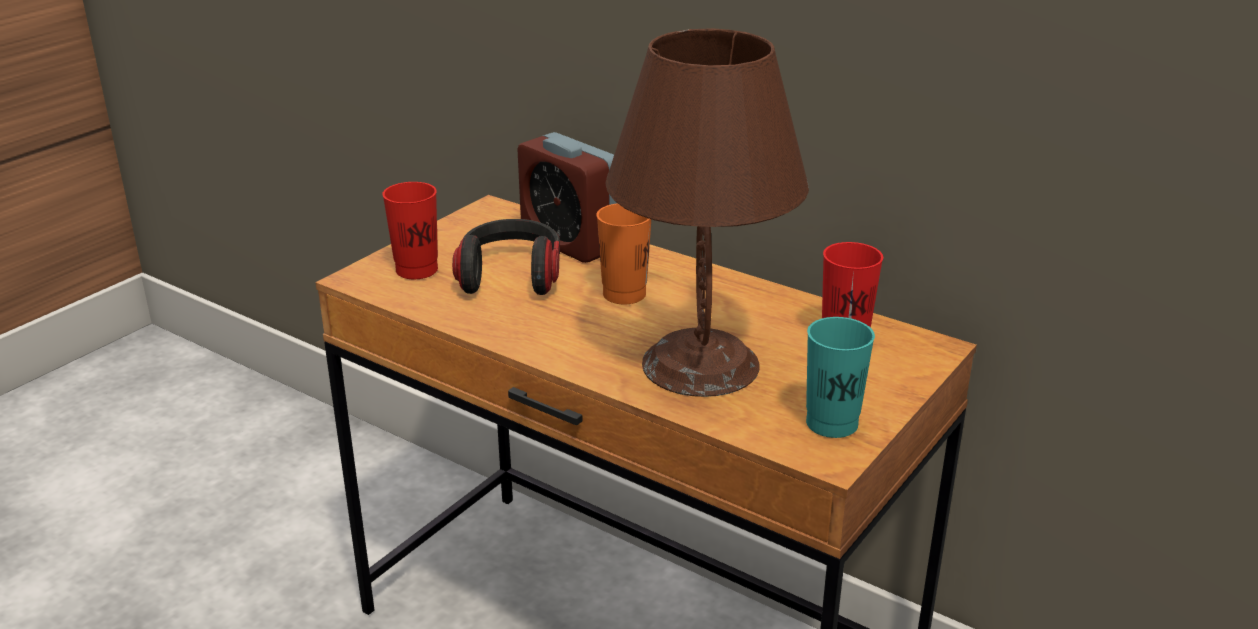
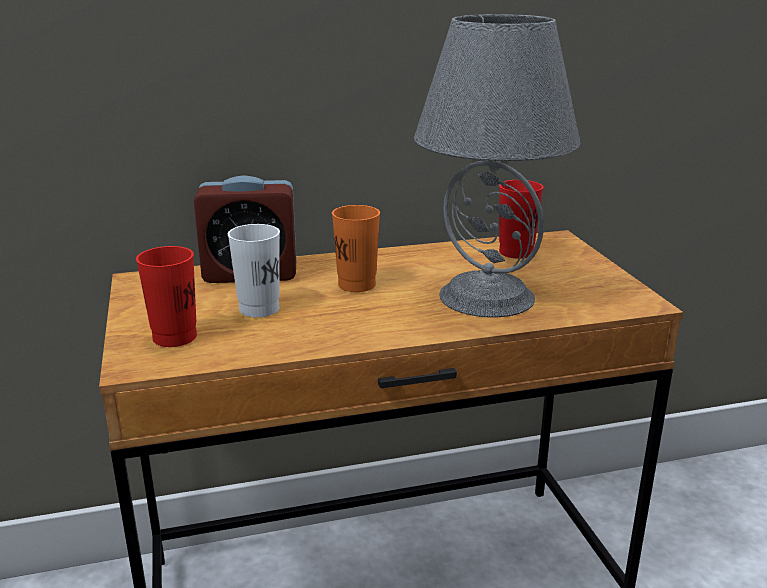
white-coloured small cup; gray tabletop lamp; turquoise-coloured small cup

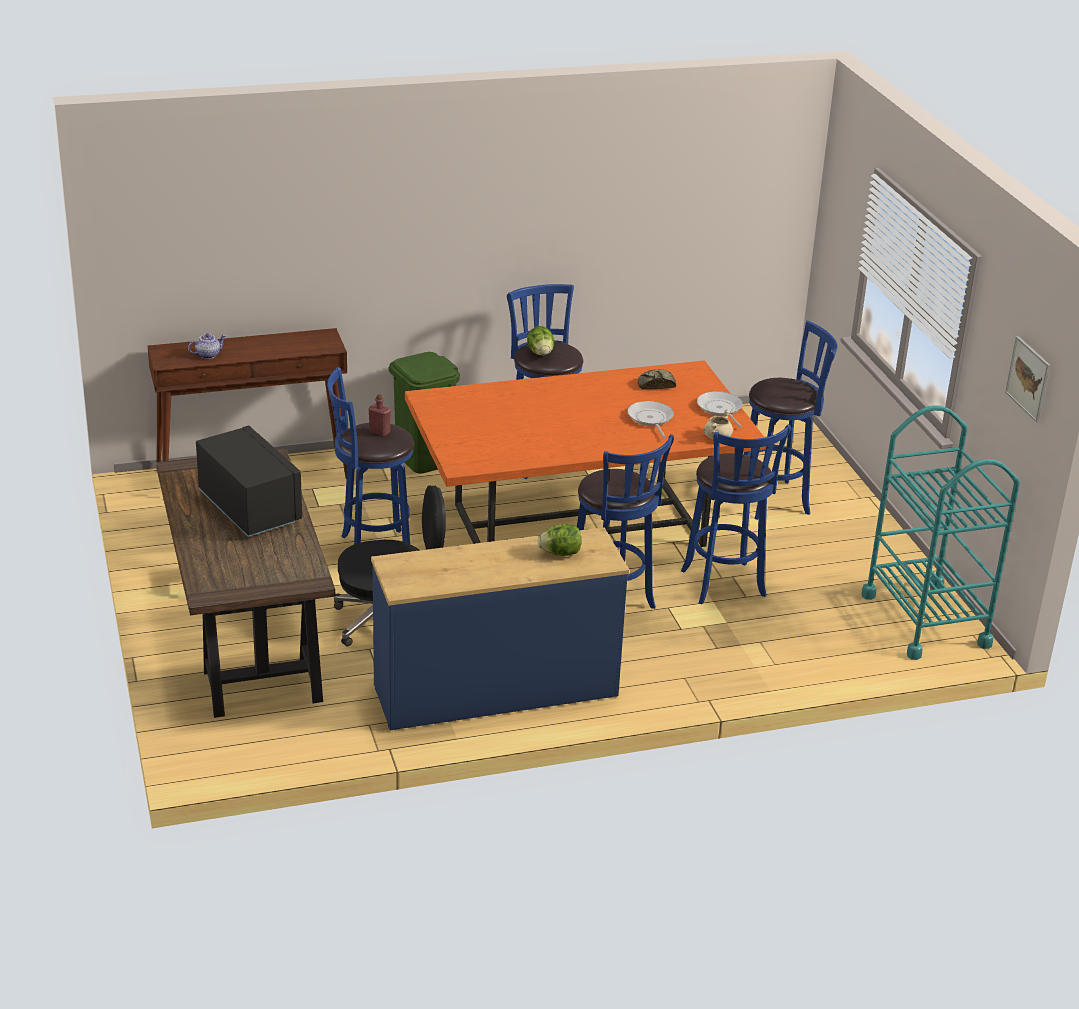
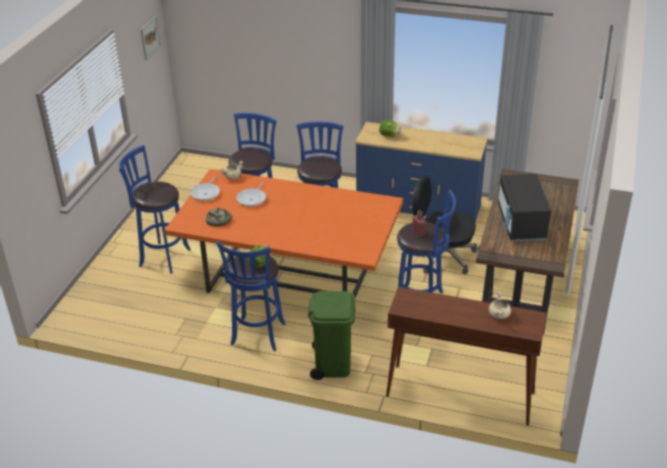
sand-coloured stockpot (2nd from left); turquoise-coloured wheeled cart

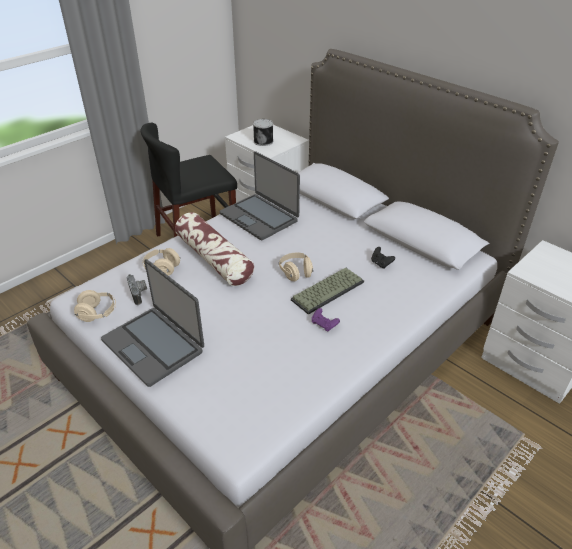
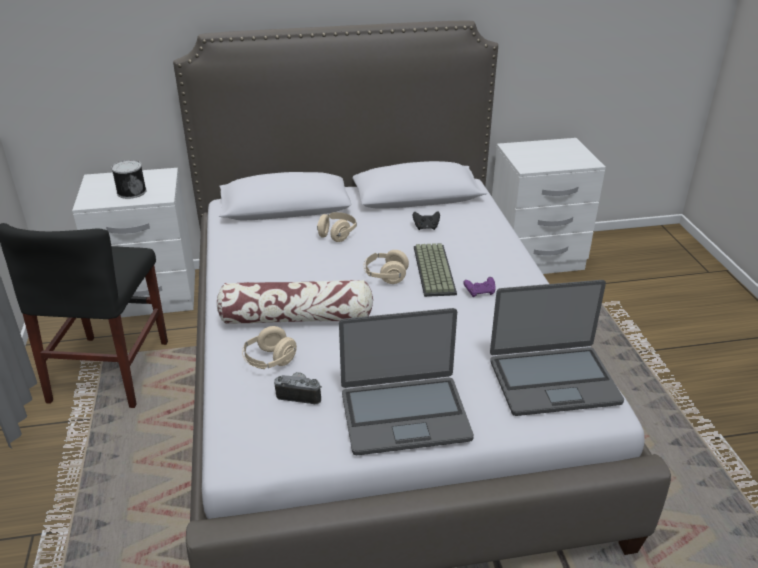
sand-coloured headphones (2nd from left); laptop (2nd from left)

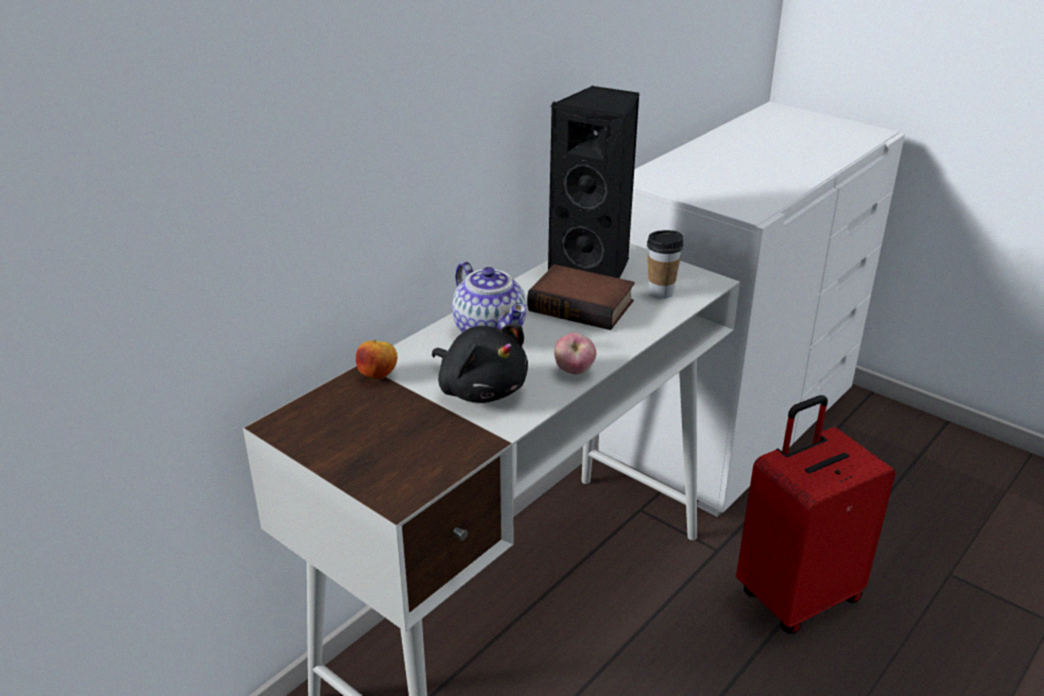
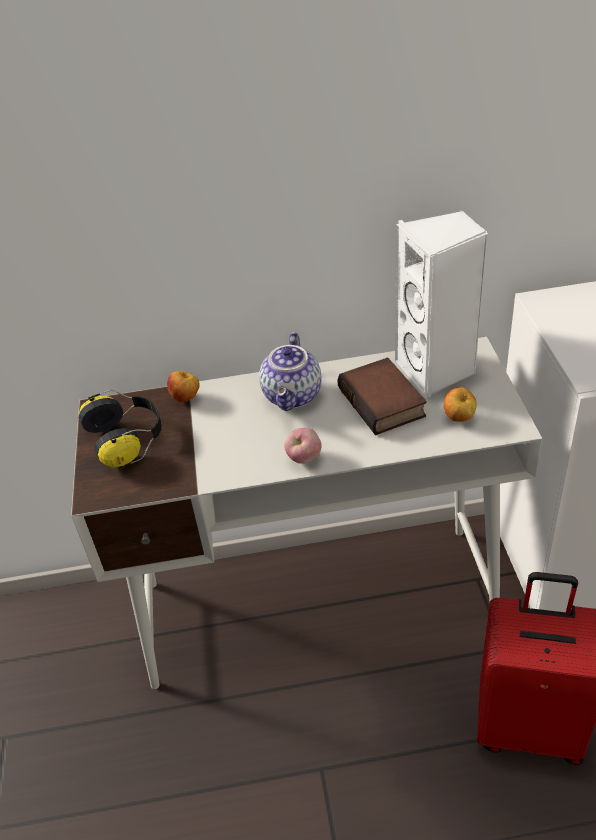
headphones; white-coloured speaker; apple (3rd from left); black-coloured cuddly toy

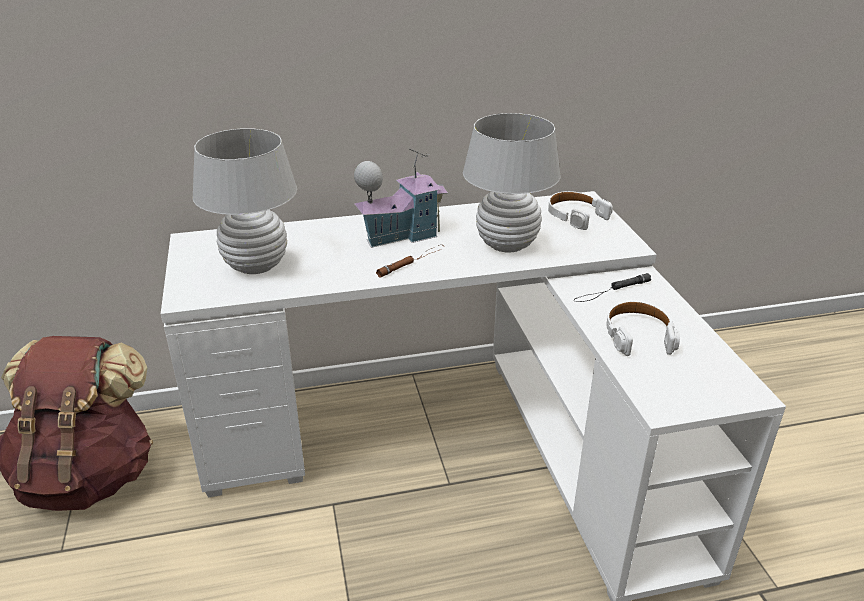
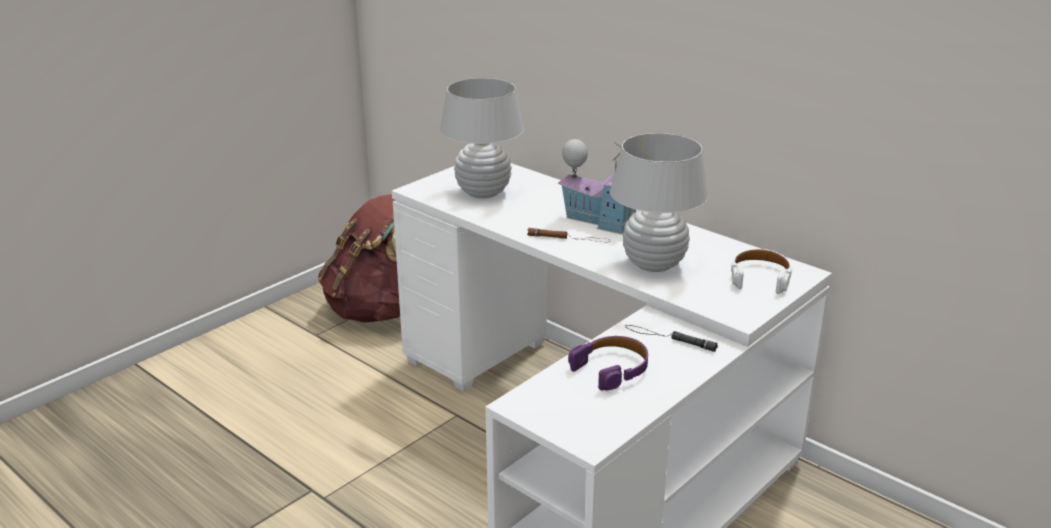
purple headphones

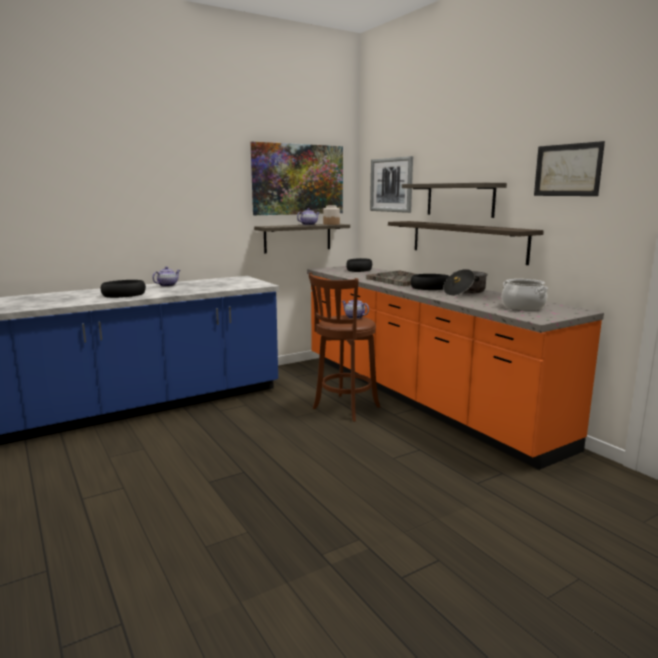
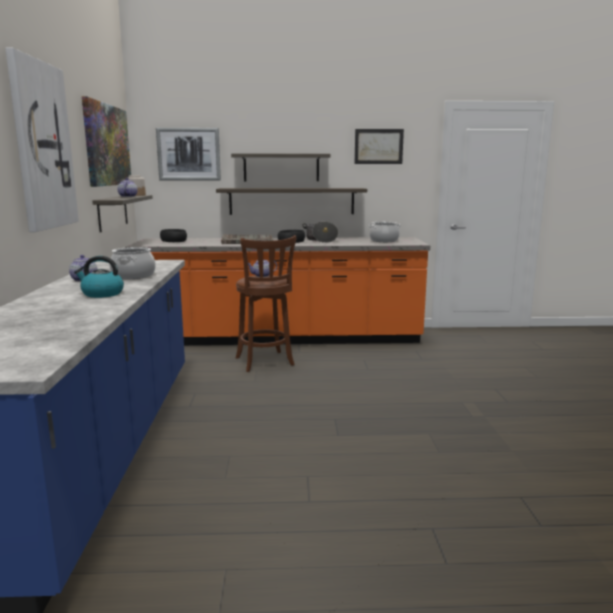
picture (1st from left); tea kettle; stockpot (1st from left)

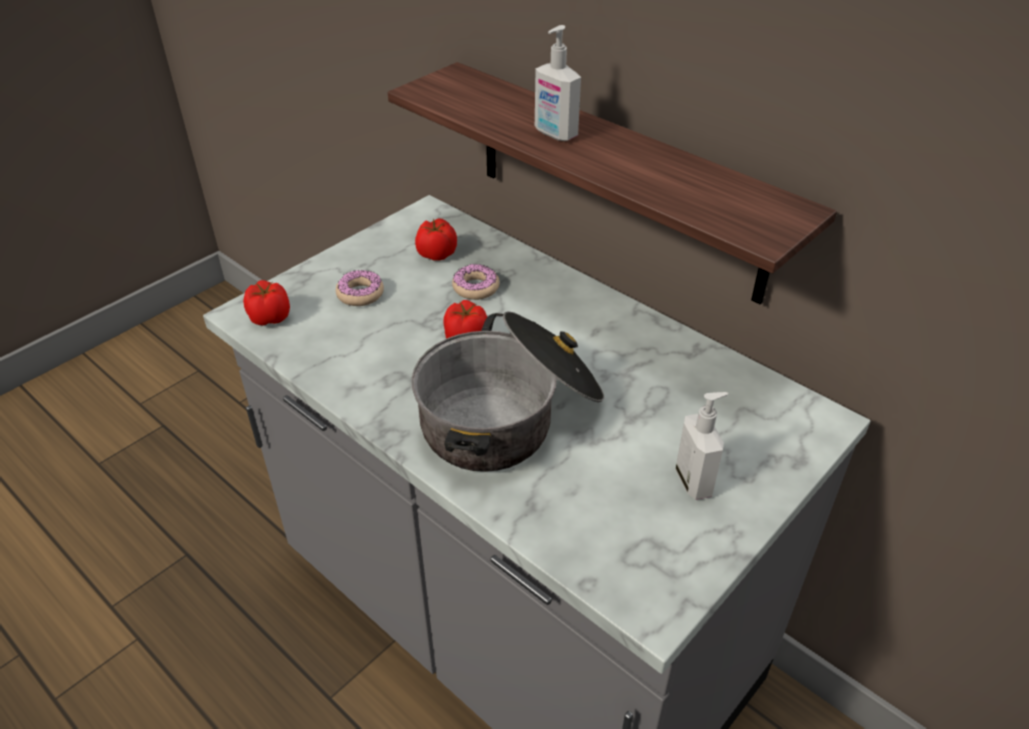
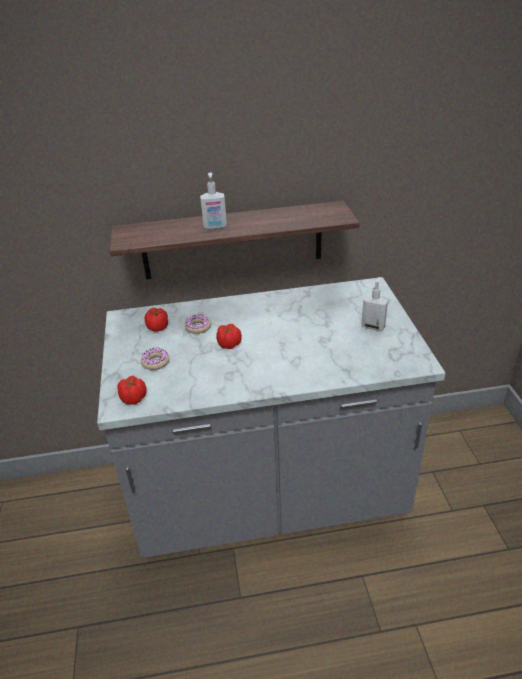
stockpot

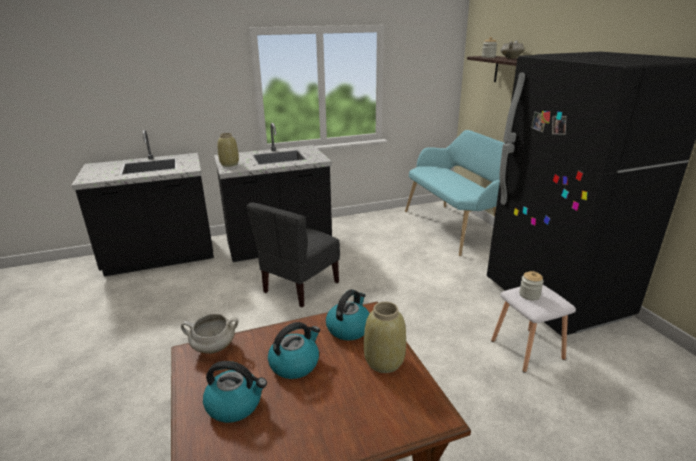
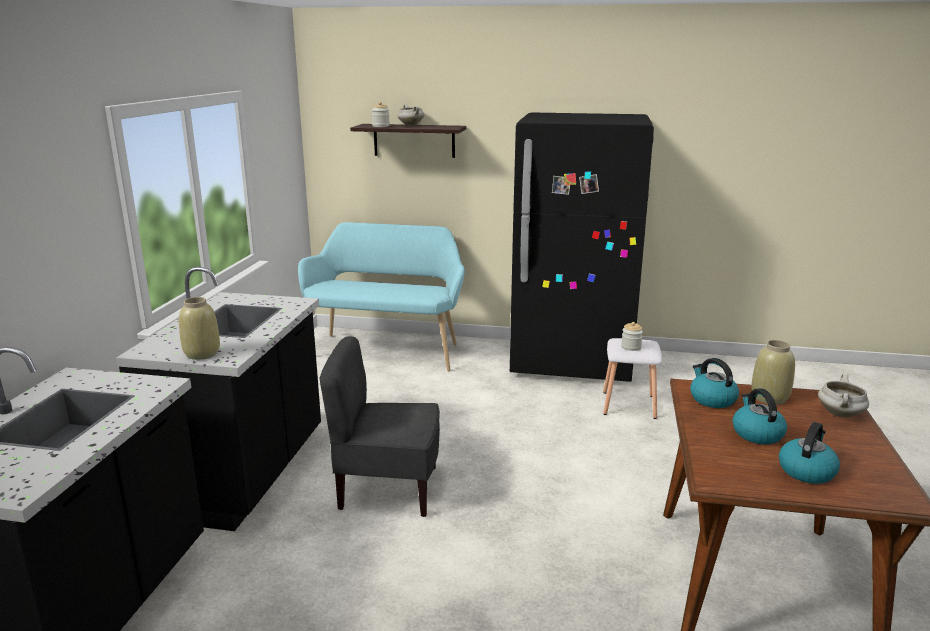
gray chair; white-coloured stockpot (2nd from left)

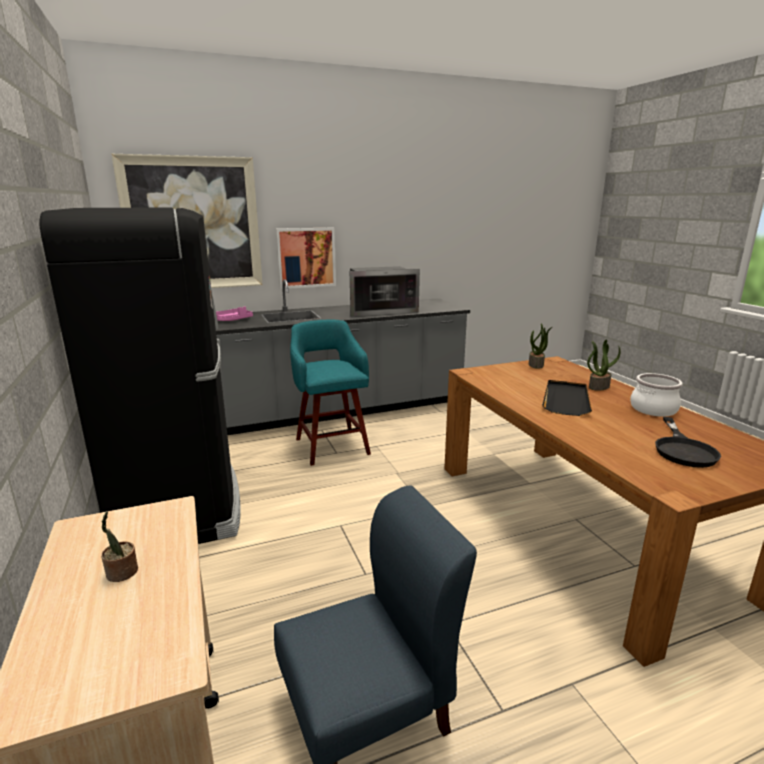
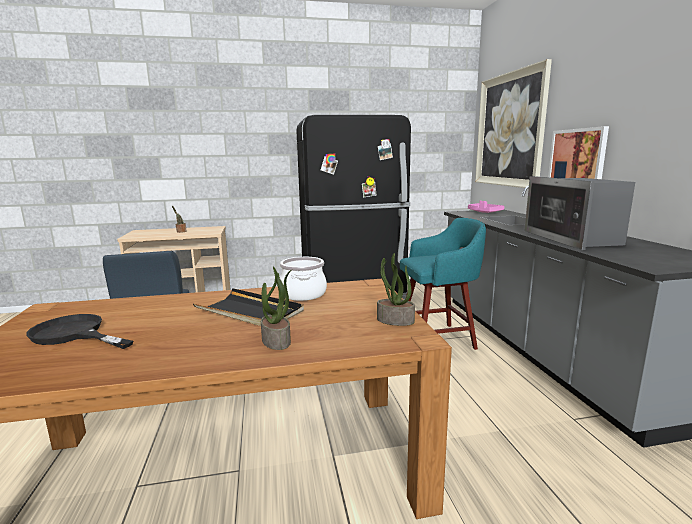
stockpot

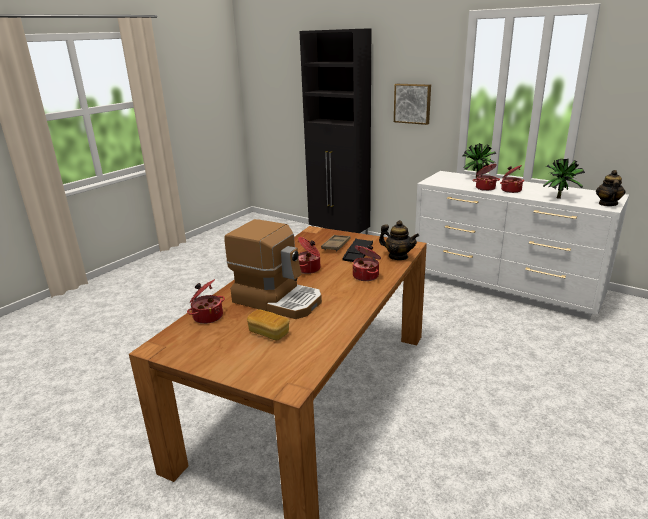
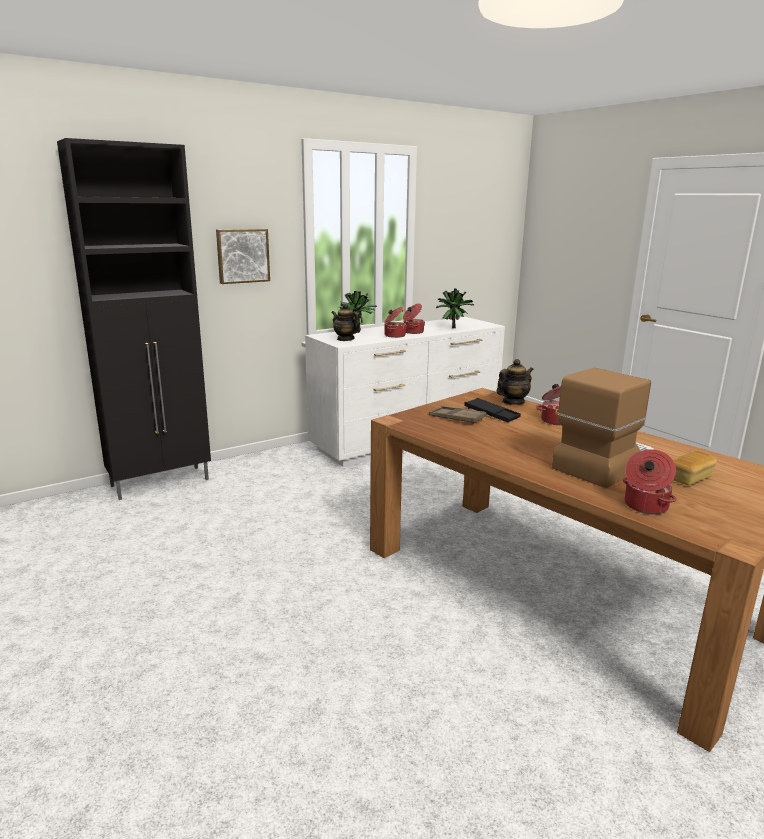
teapot (1st from left); stockpot (2nd from left in the first image)

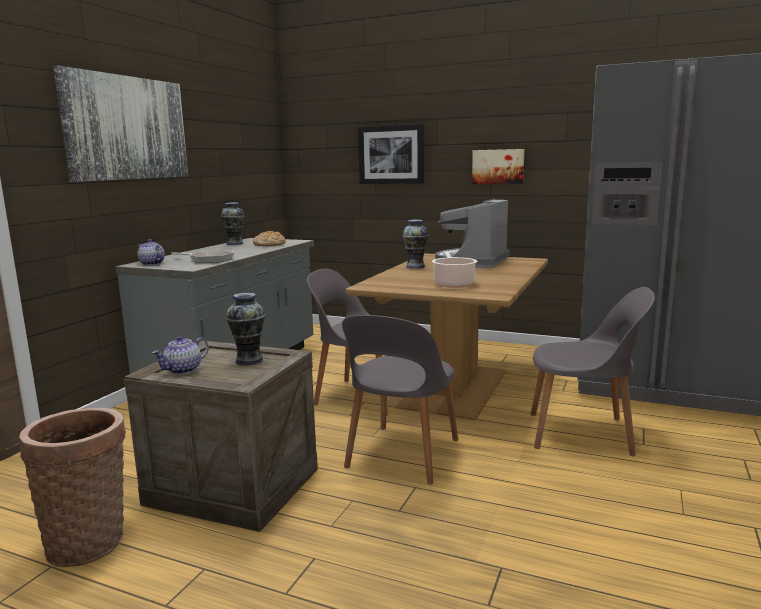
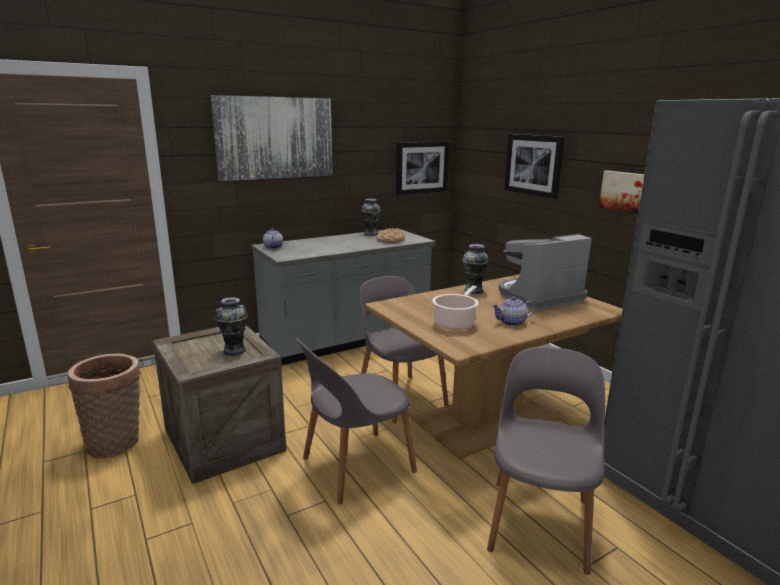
picture (2nd from left); gray chair (3rd from left); teapot (2nd from left); pan

